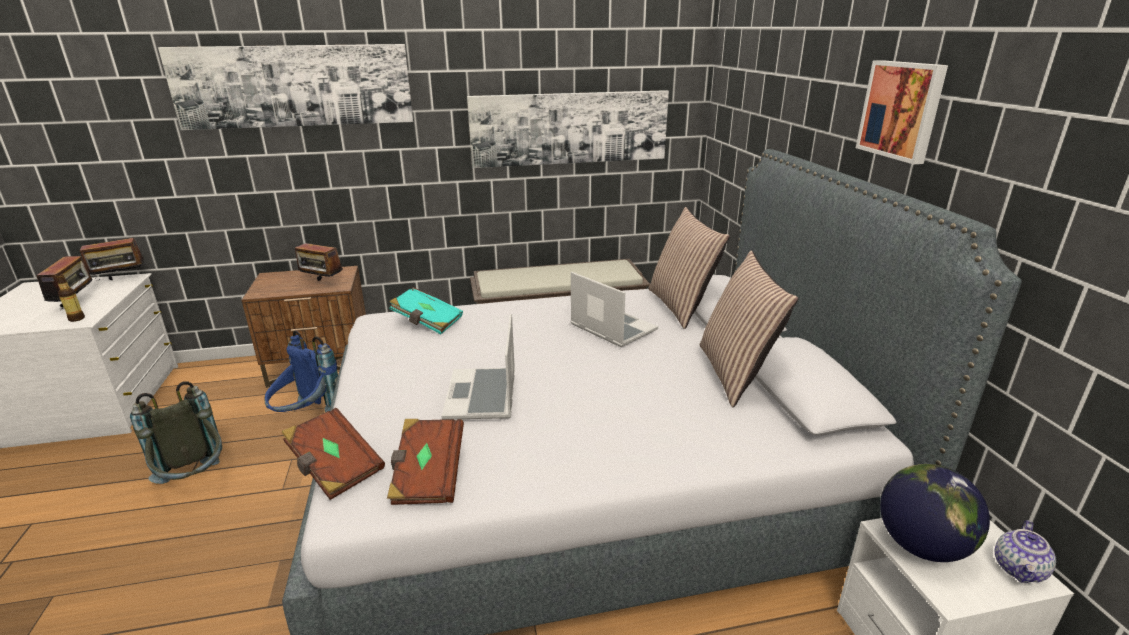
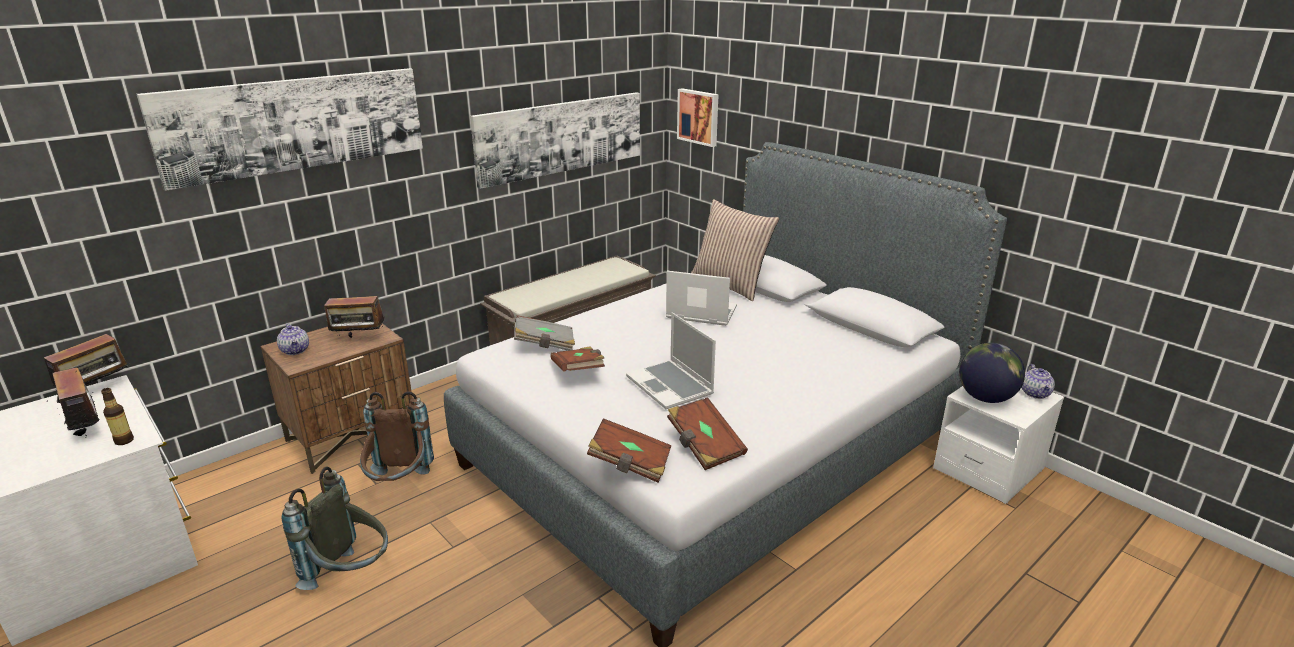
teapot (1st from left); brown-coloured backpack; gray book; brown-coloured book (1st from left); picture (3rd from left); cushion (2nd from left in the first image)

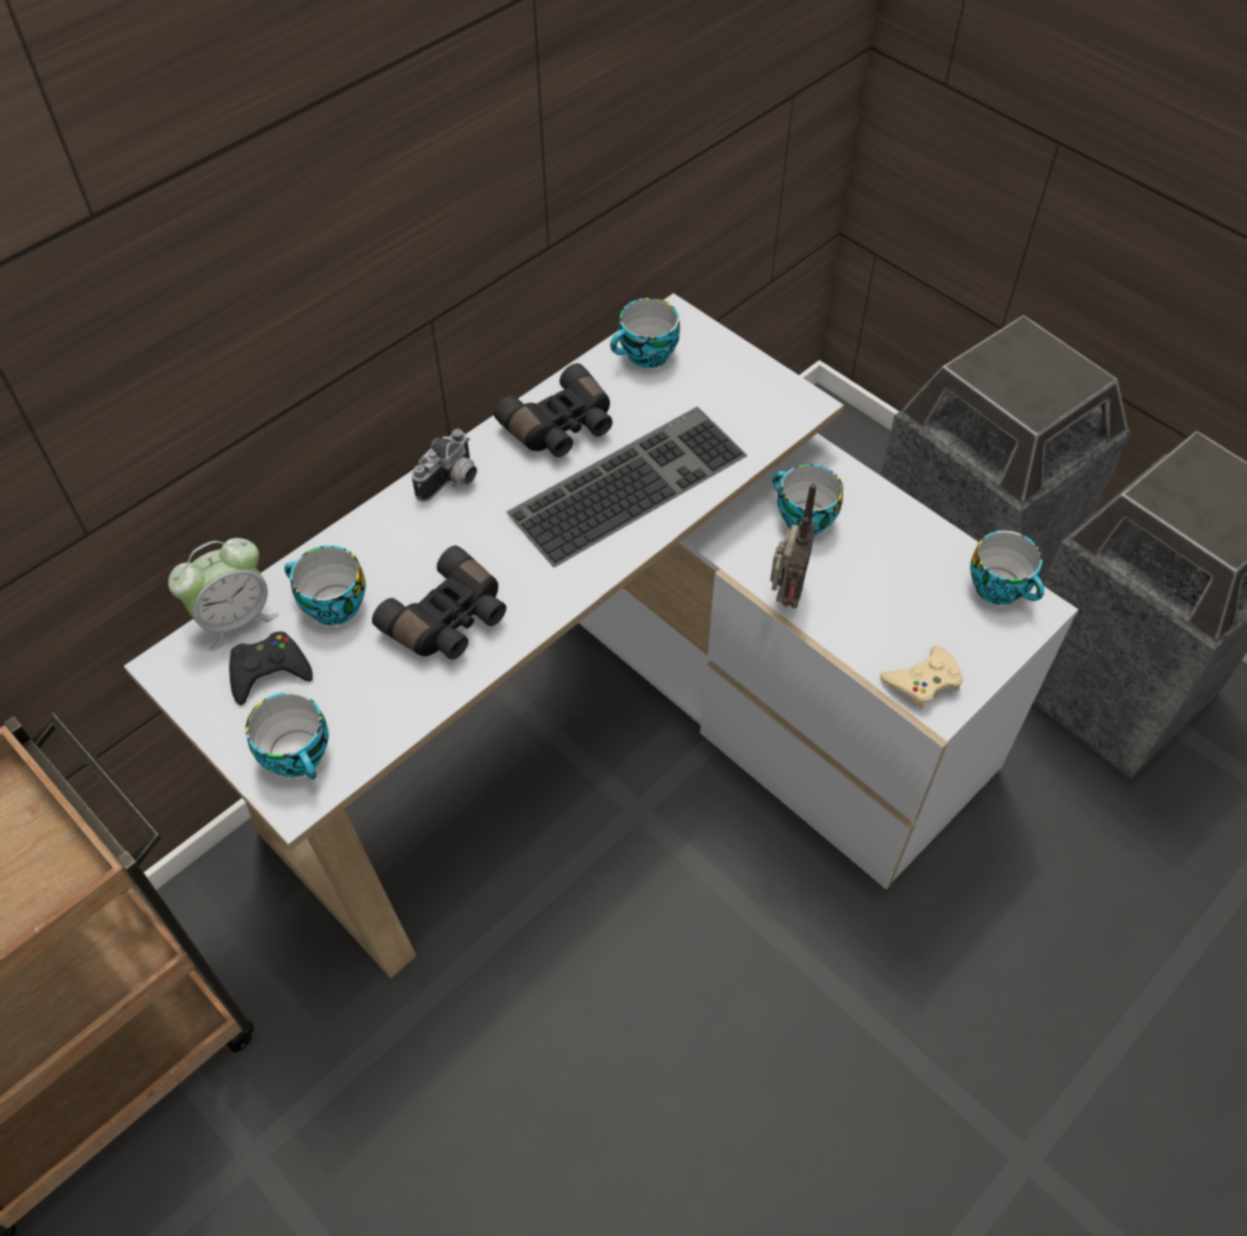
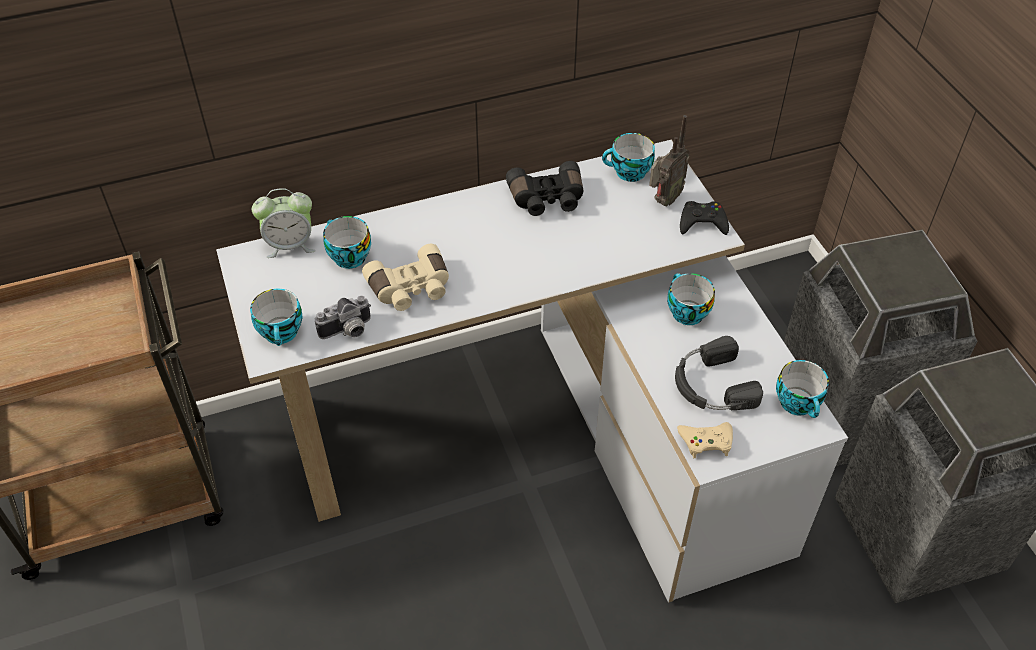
photo camera; sand-coloured field glasses; radio receiver; black-coloured headphones; black-coloured game controller; PC keyboard

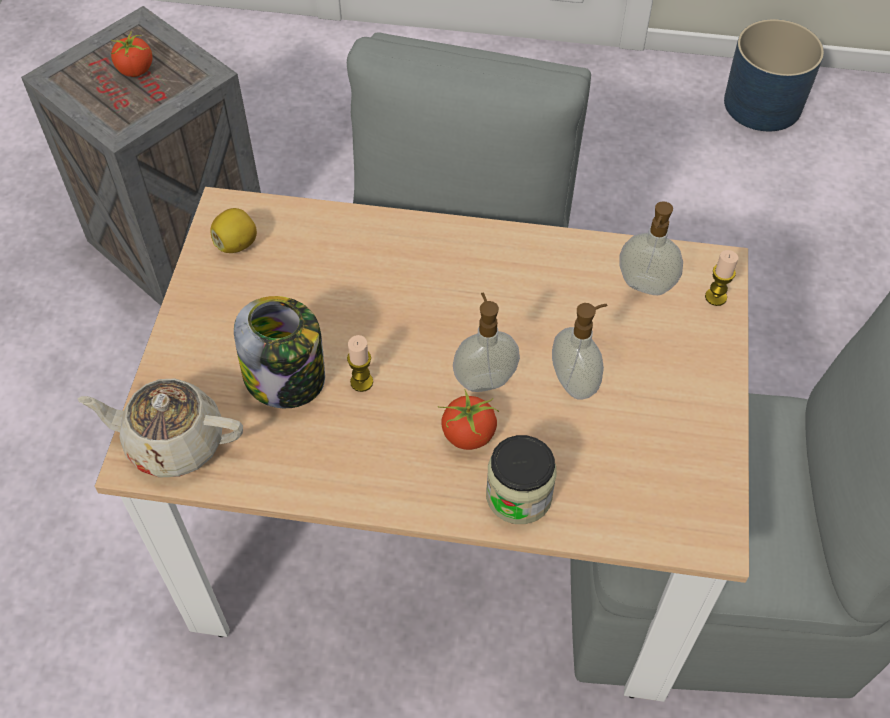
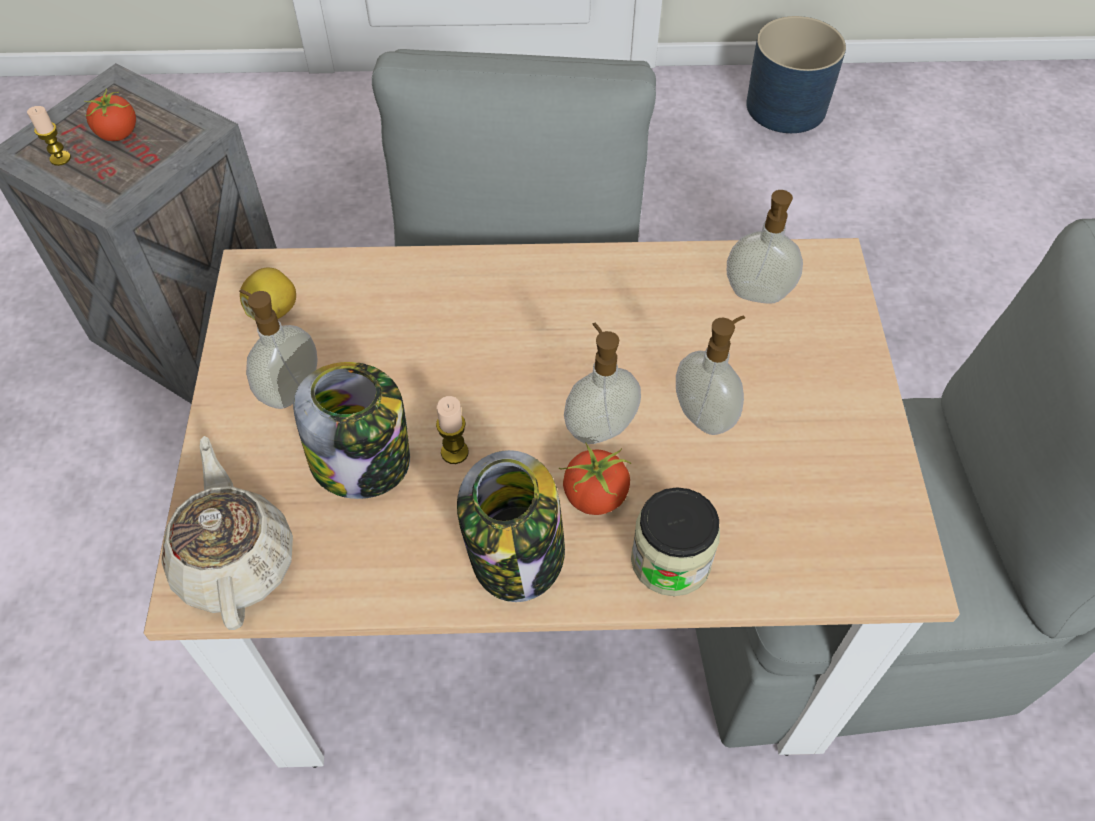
wax candle (1st from left); sand-coloured teapot; soap bottle (1st from left); preserve jar (2nd from left)

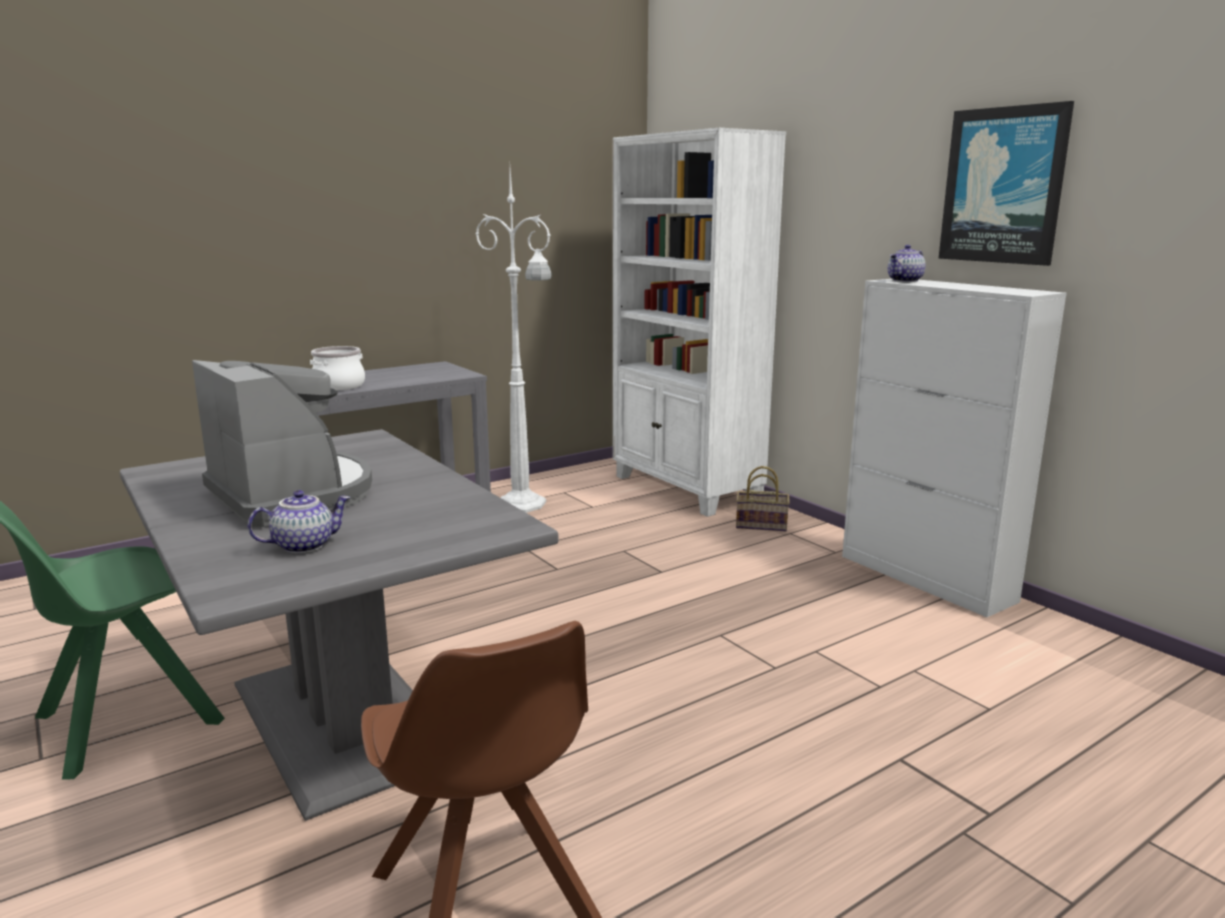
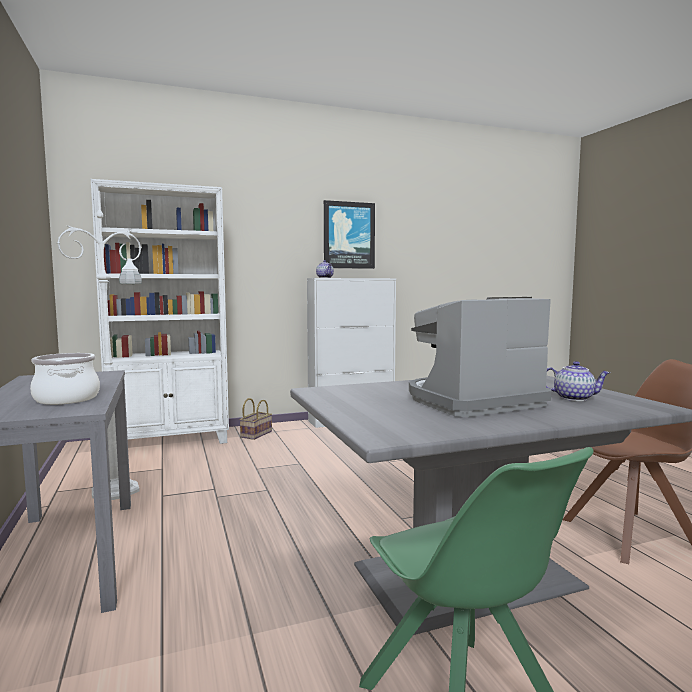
teapot (2nd from left)

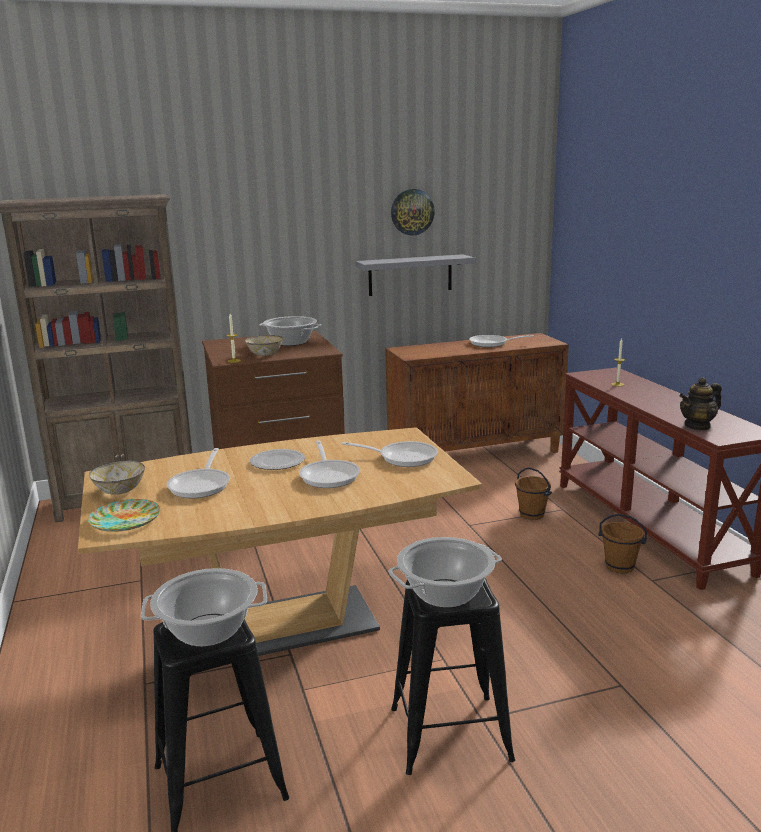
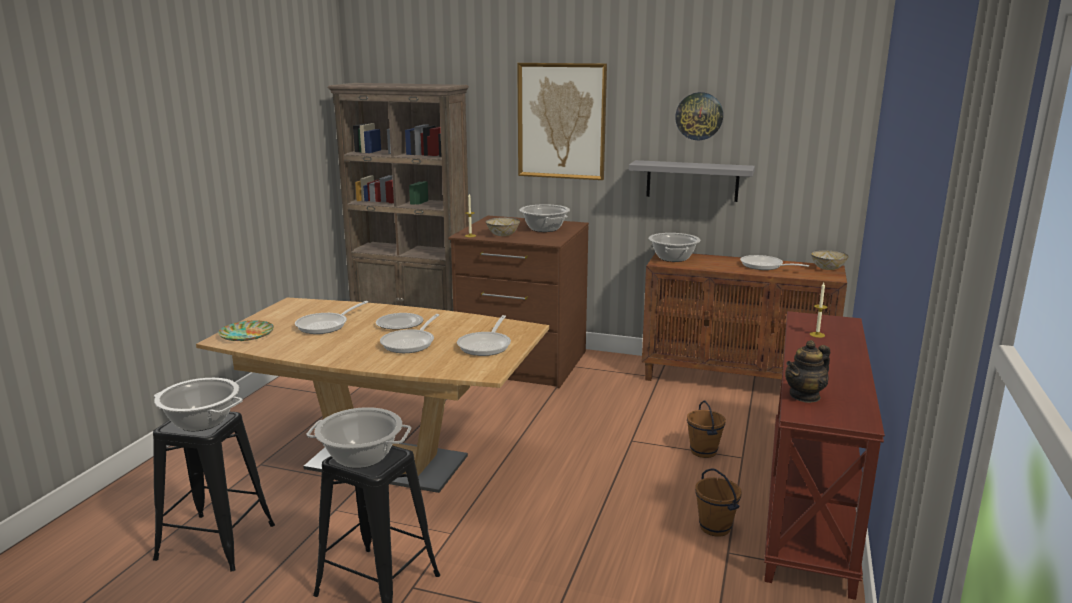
pan (3rd from left); picture; stockpot (4th from left); teapot; deep dish (2nd from left)

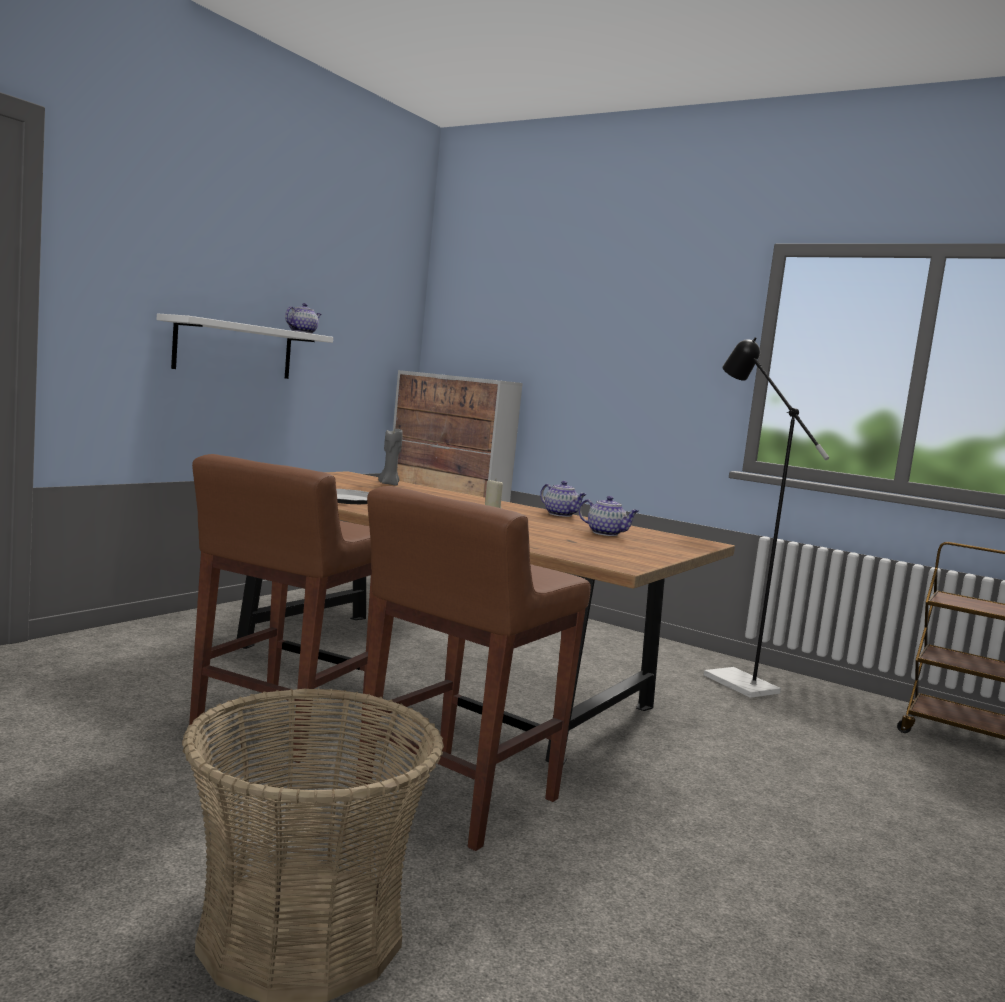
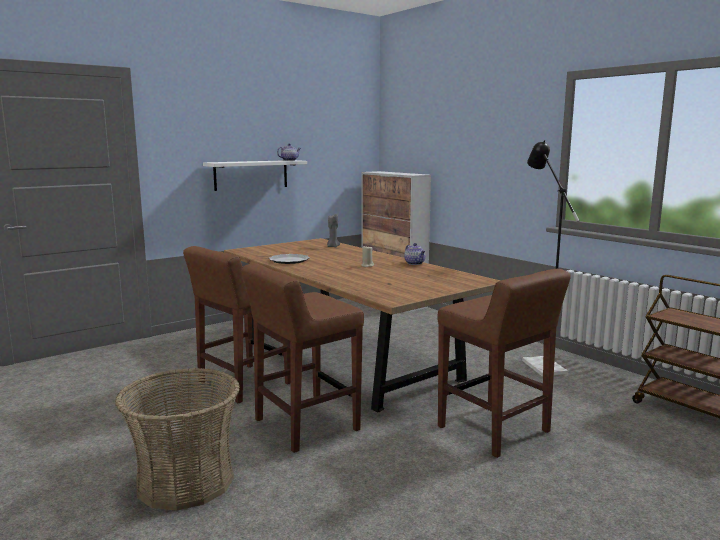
brown-coloured stool seat (3rd from left); teapot (3rd from left in the first image)

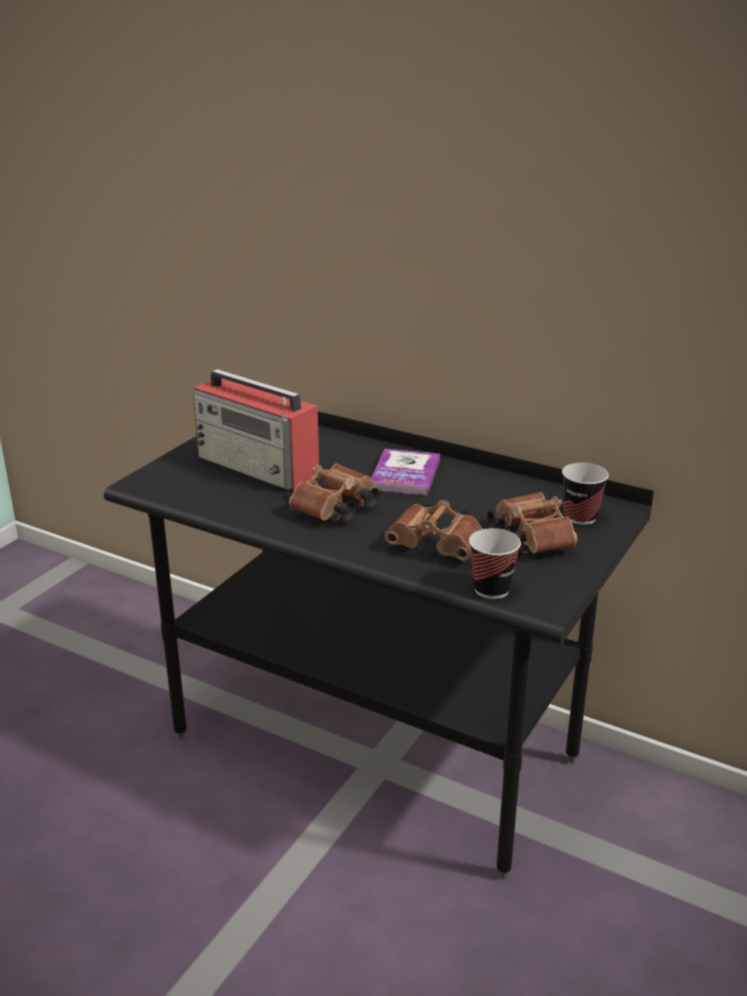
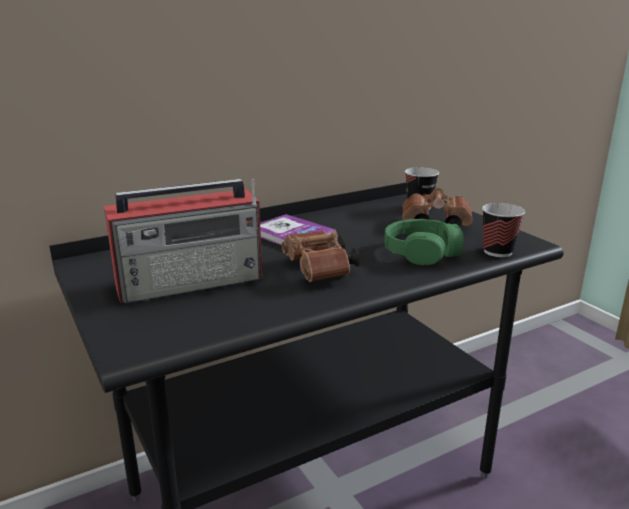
greenish headphones

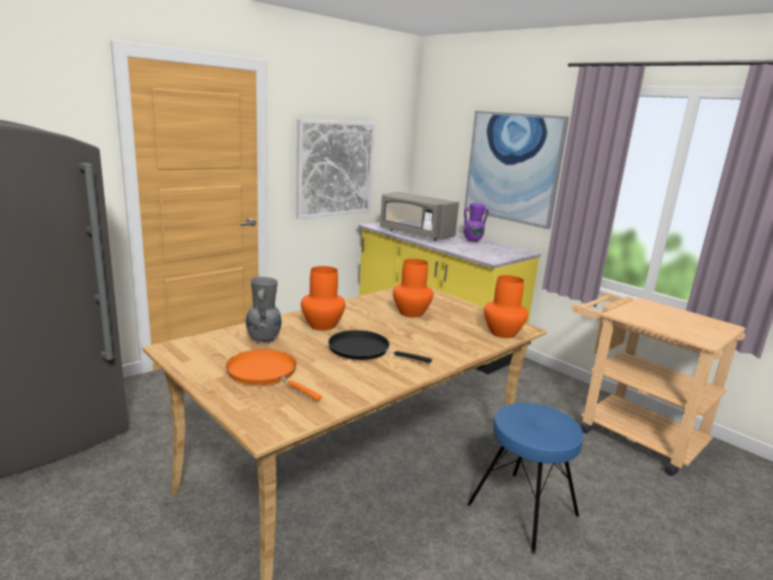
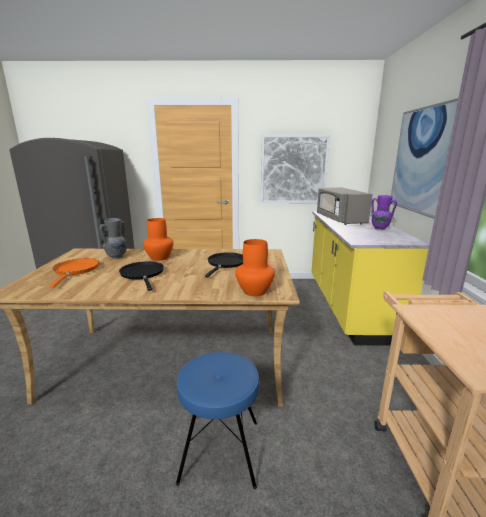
black-coloured pan (2nd from left)

